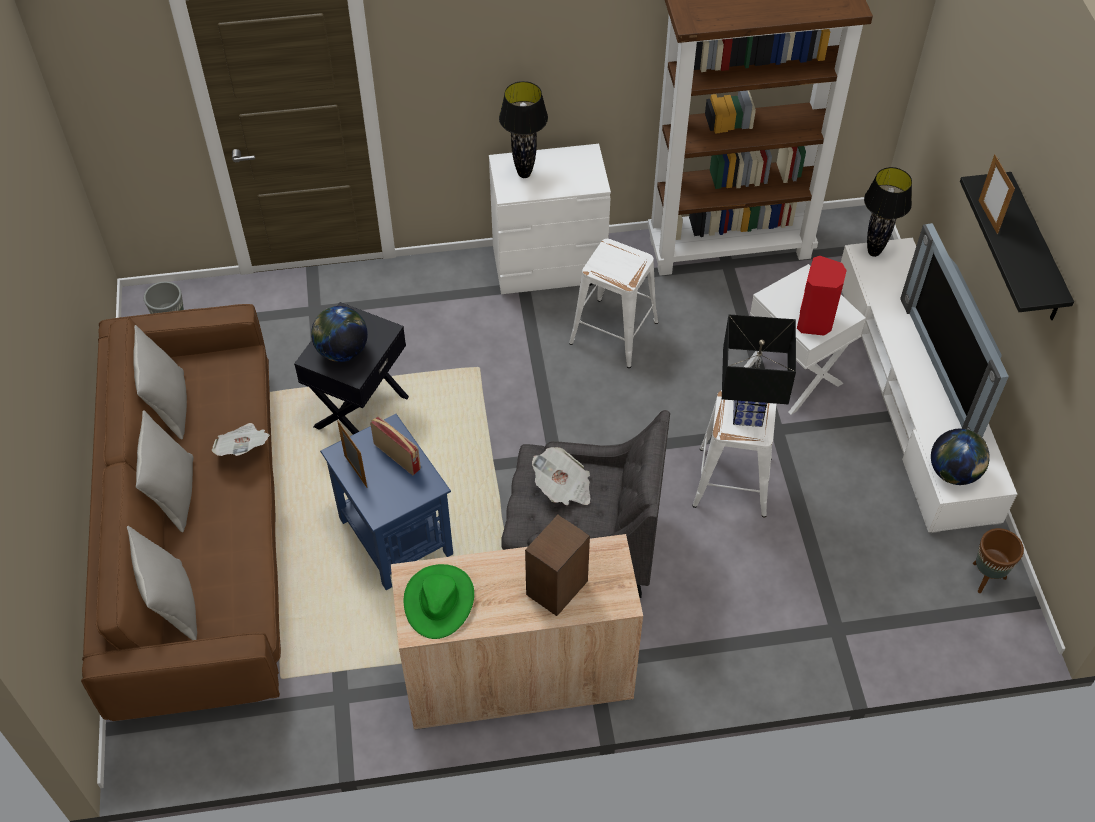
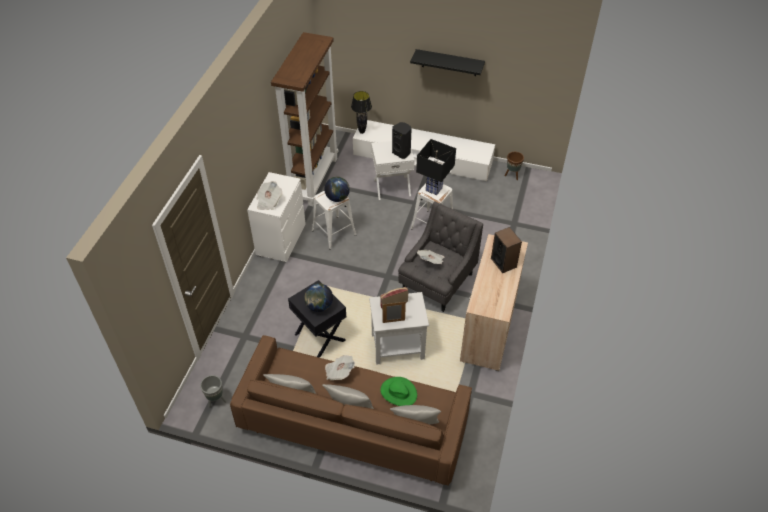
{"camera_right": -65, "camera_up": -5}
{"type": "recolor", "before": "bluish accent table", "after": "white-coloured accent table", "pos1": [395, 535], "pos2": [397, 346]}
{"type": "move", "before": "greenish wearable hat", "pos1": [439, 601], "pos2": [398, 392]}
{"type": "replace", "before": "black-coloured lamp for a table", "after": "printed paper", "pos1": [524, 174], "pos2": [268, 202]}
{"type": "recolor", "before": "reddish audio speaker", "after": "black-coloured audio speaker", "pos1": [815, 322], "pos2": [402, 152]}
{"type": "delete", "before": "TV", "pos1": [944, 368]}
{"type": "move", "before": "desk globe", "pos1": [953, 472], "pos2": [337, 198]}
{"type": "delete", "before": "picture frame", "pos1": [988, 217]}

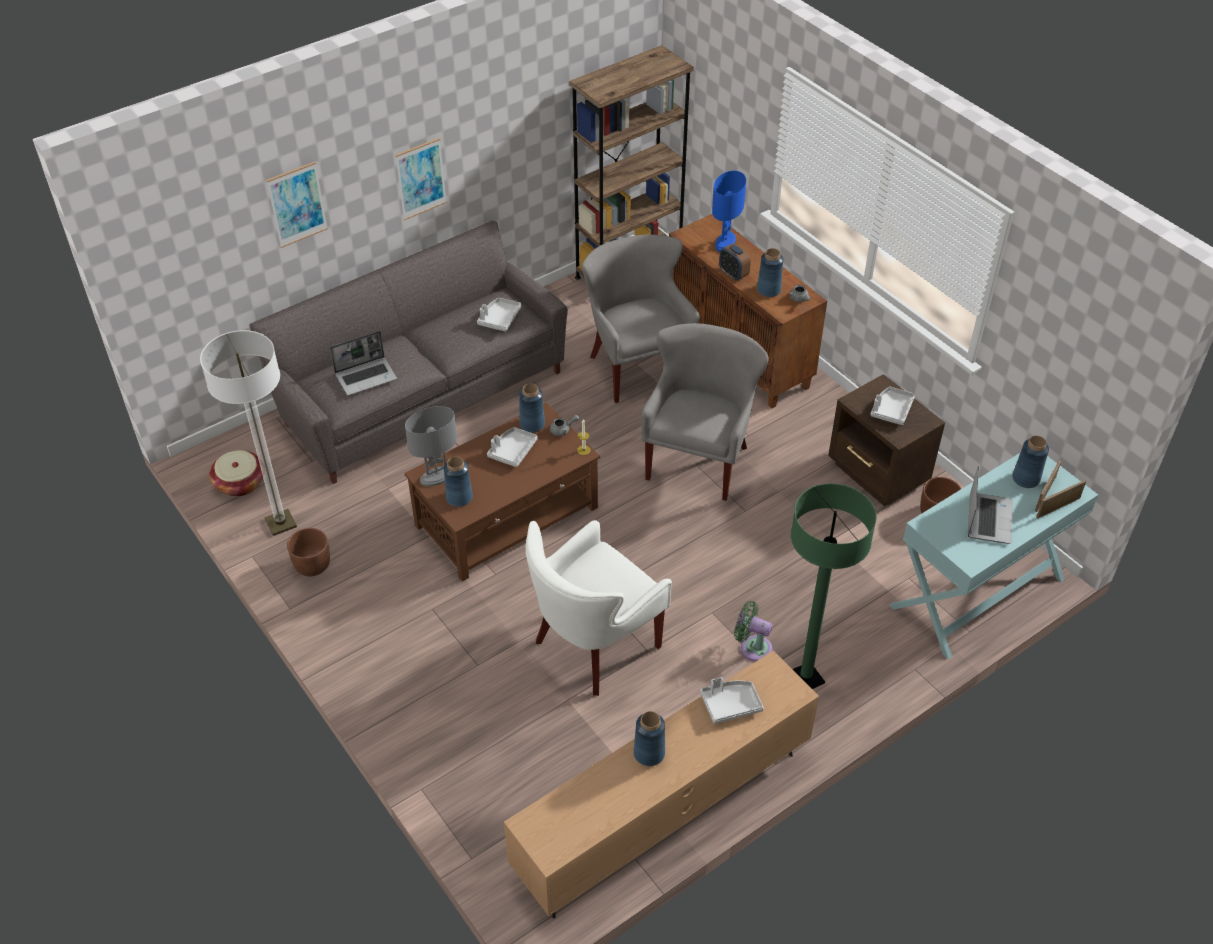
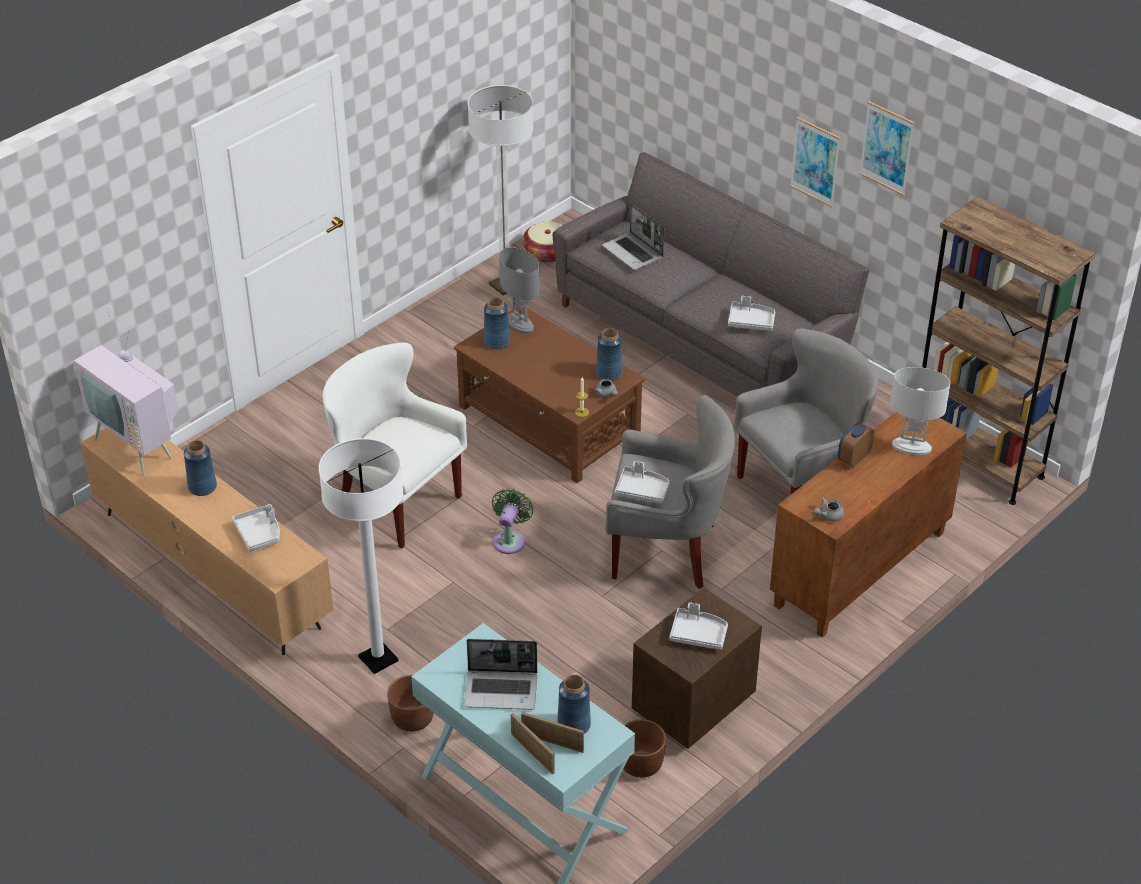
{"camera_right": 80, "camera_up": -5}
{"type": "move", "before": "picture", "pos1": [297, 204], "pos2": [887, 148]}
{"type": "move", "before": "brown flower pot", "pos1": [313, 565], "pos2": [412, 719]}
{"type": "move", "before": "greyish tray", "pos1": [512, 451], "pos2": [642, 490]}
{"type": "recolor", "before": "bluish lamp for a table", "after": "white-coloured lamp for a table", "pos1": [725, 242], "pos2": [911, 447]}
{"type": "move", "before": "greenish fan", "pos1": [752, 647], "pos2": [510, 540]}
{"type": "delete", "before": "bluish vase", "pos1": [769, 290]}
{"type": "recolor", "before": "greenish standing lamp", "after": "white-coloured standing lamp", "pos1": [805, 678], "pos2": [378, 659]}
{"type": "insert", "after": "TV", "pos2": [139, 445]}

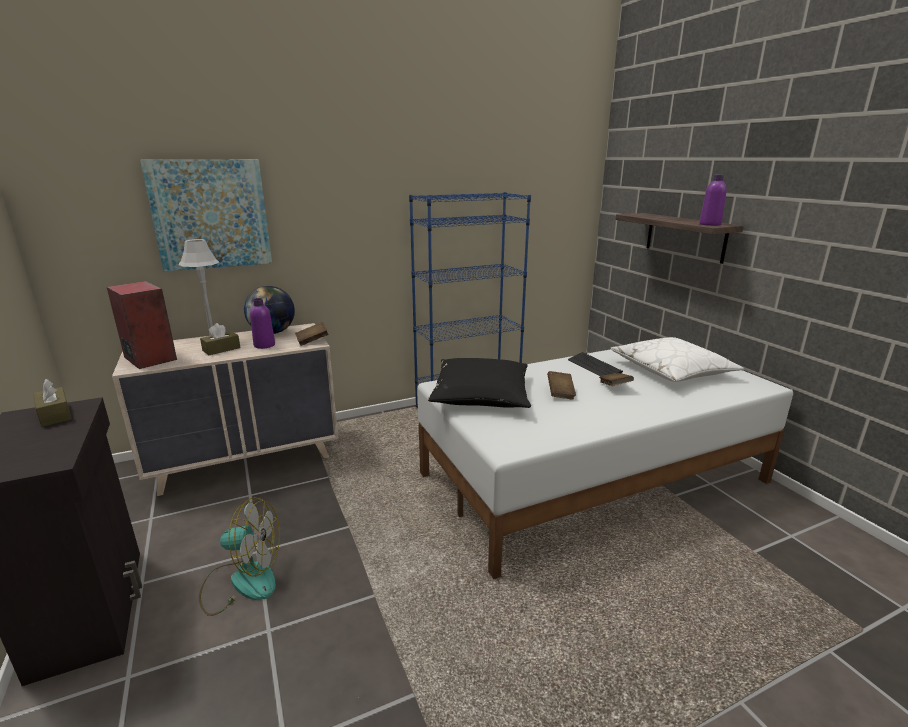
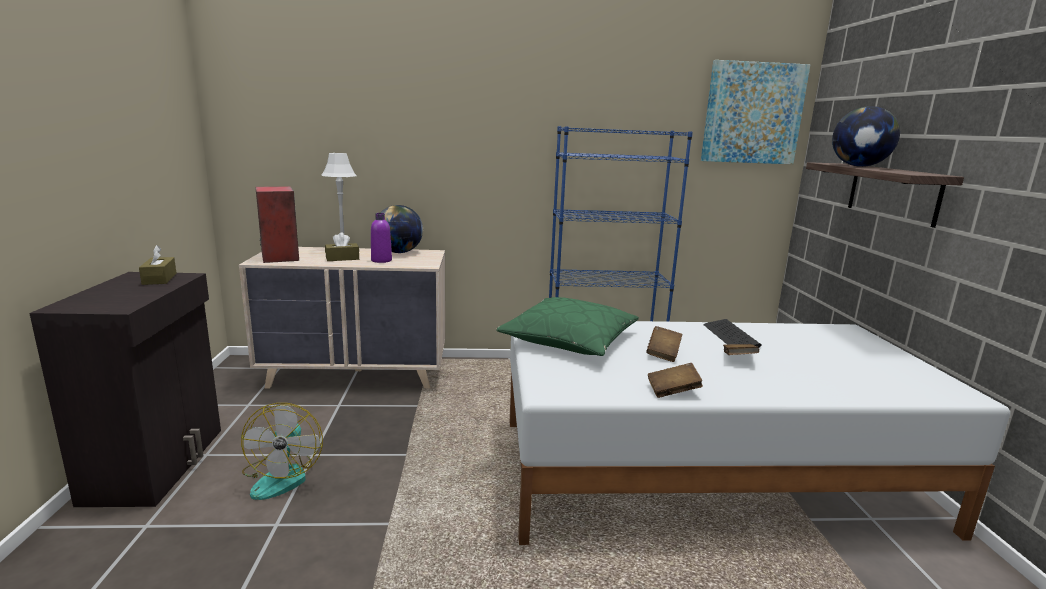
{"camera_right": 20, "camera_up": -5}
{"type": "move", "before": "picture", "pos1": [211, 214], "pos2": [752, 113]}
{"type": "rotate", "before": "fan", "pos1": [242, 581], "pos2": [283, 476], "turn": 60}
{"type": "move", "before": "brown book", "pos1": [312, 341], "pos2": [673, 391]}
{"type": "recolor", "before": "black-coloured cushion", "after": "greenish cushion", "pos1": [481, 395], "pos2": [569, 339]}
{"type": "delete", "before": "white-coloured cushion", "pos1": [671, 370]}
{"type": "delete", "before": "purplish beverage bottle", "pos1": [710, 224]}
{"type": "insert", "after": "desk globe", "pos2": [859, 166]}

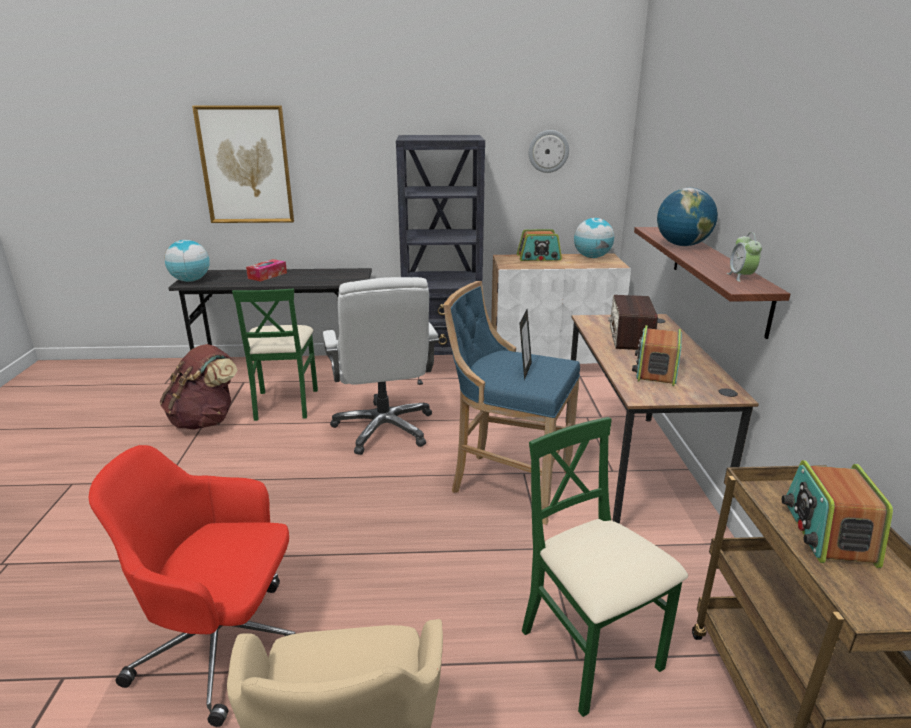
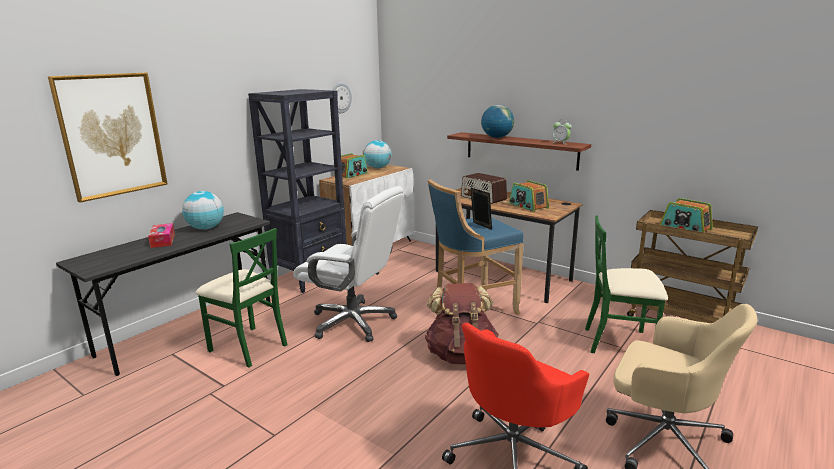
{"camera_right": -50, "camera_up": -5}
{"type": "move", "before": "brown backpack", "pos1": [205, 421], "pos2": [461, 354]}
{"type": "move", "before": "desk globe", "pos1": [190, 280], "pos2": [206, 228]}

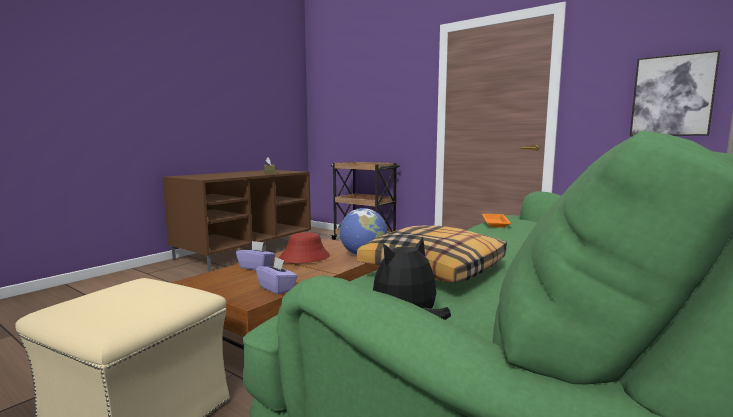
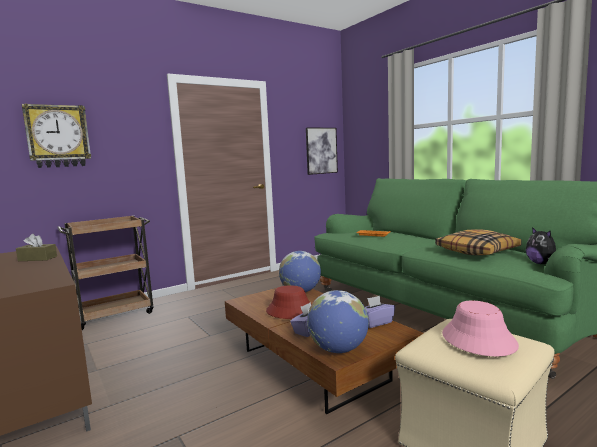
{"camera_right": -70, "camera_up": 0}
{"type": "insert", "after": "clock on the wall", "pos2": [58, 136]}
{"type": "insert", "after": "desk globe", "pos2": [338, 349]}
{"type": "insert", "after": "pinkish wearable hat", "pos2": [478, 340]}

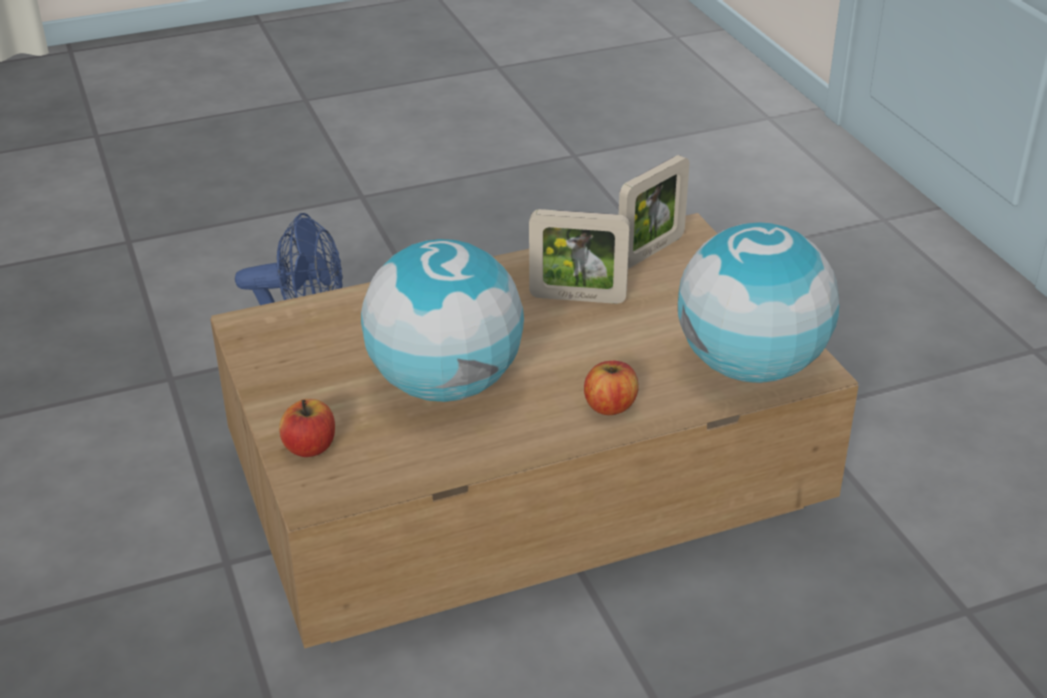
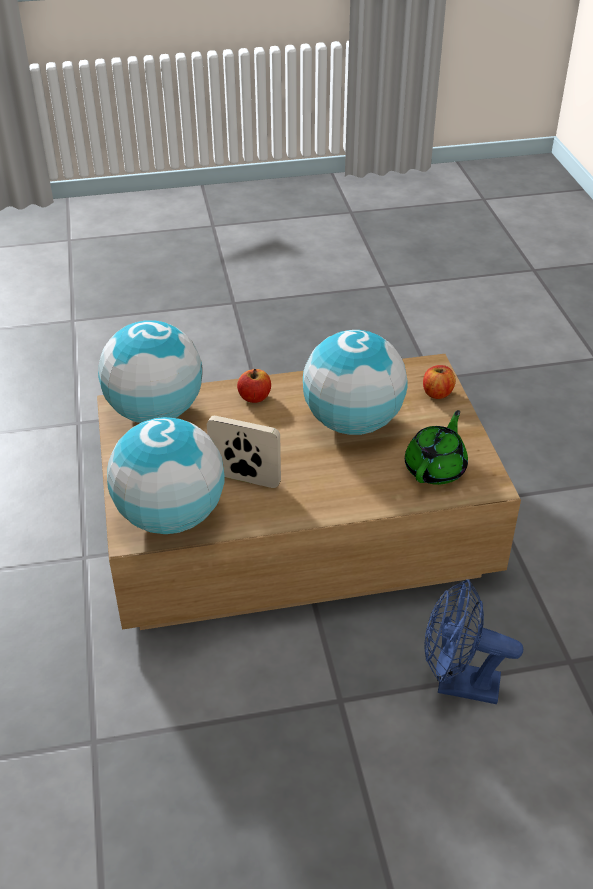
{"camera_right": -170, "camera_up": 5}
{"type": "replace", "before": "picture frame", "after": "desk globe", "pos1": [650, 251], "pos2": [171, 517]}
{"type": "insert", "after": "greenish pot for tea", "pos2": [436, 468]}

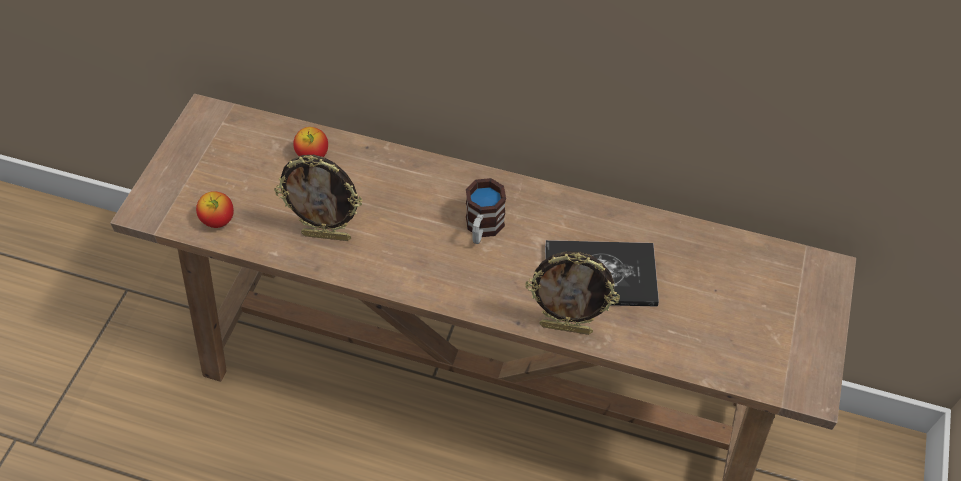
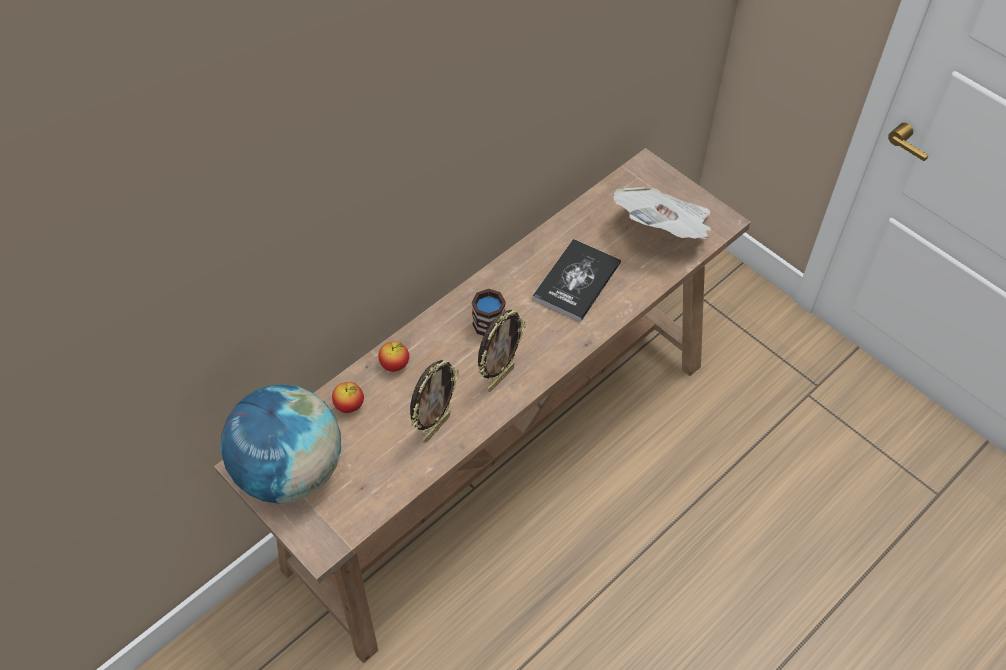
{"camera_right": -60, "camera_up": 0}
{"type": "move", "before": "apple", "pos1": [219, 221], "pos2": [395, 365]}
{"type": "move", "before": "picture frame", "pos1": [566, 327], "pos2": [500, 378]}
{"type": "insert", "after": "desk globe", "pos2": [290, 471]}
{"type": "insert", "after": "printed paper", "pos2": [664, 230]}

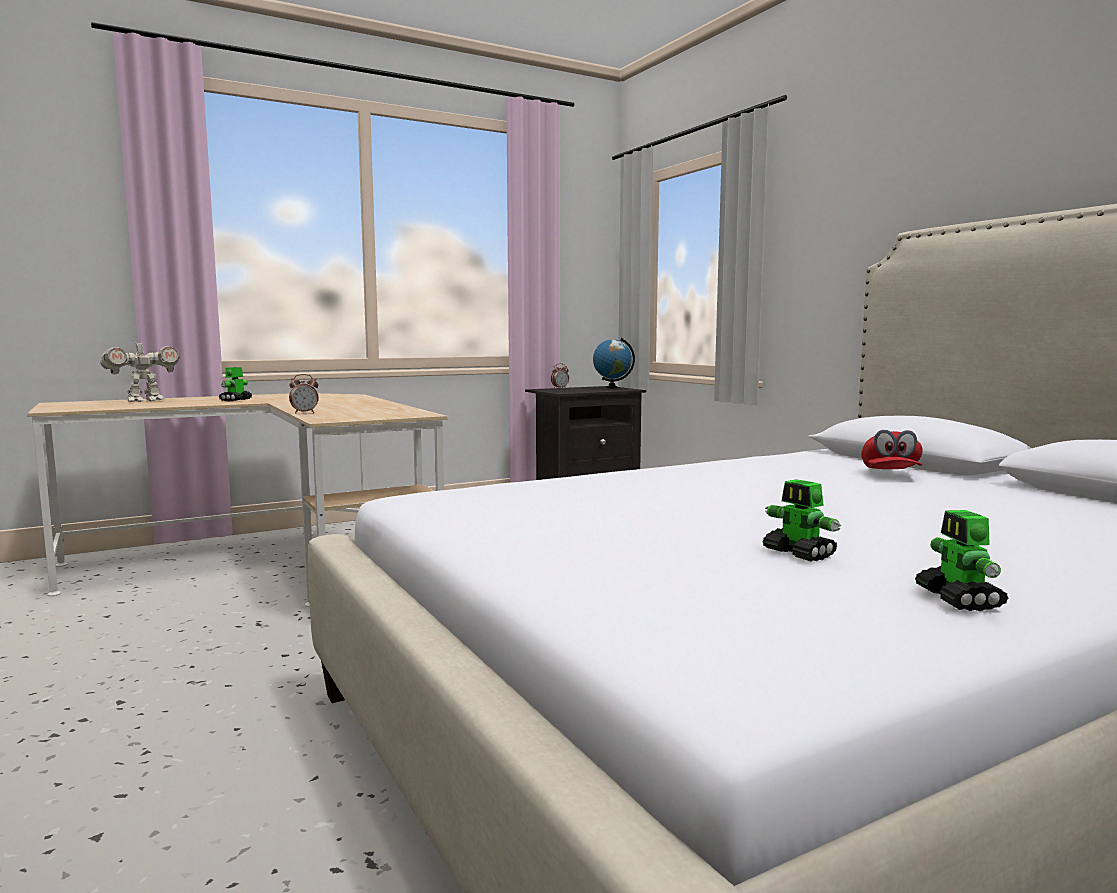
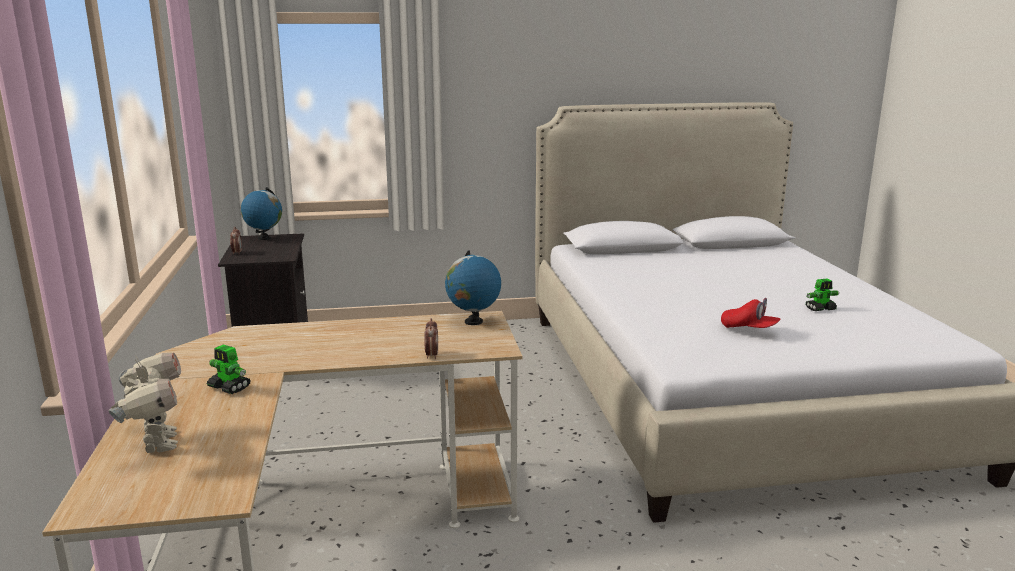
{"camera_right": -70, "camera_up": 10}
{"type": "move", "before": "reddish cap", "pos1": [890, 474], "pos2": [749, 329]}
{"type": "delete", "before": "toy robot", "pos1": [959, 600]}
{"type": "insert", "after": "desk globe", "pos2": [473, 322]}

